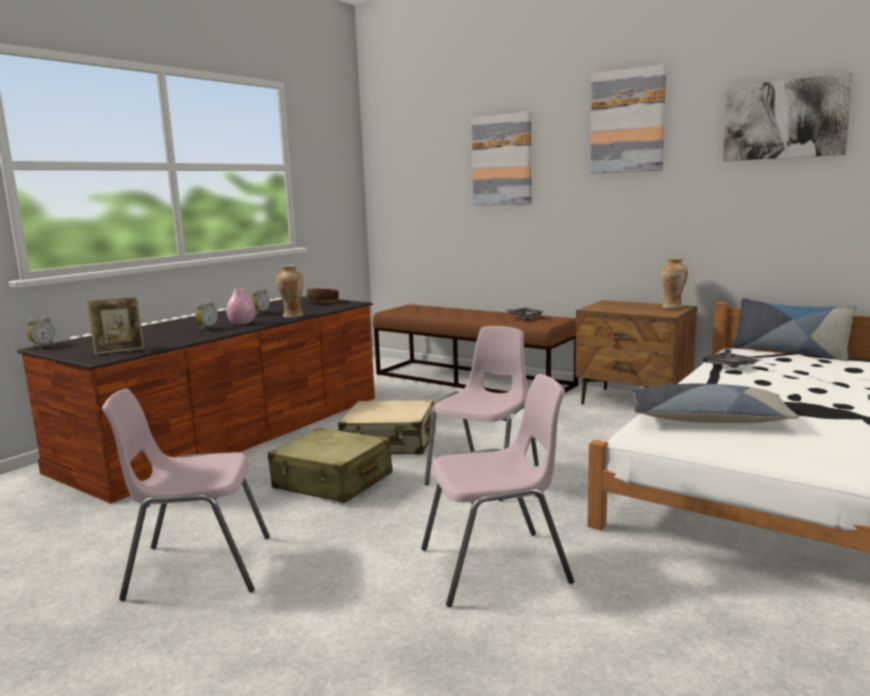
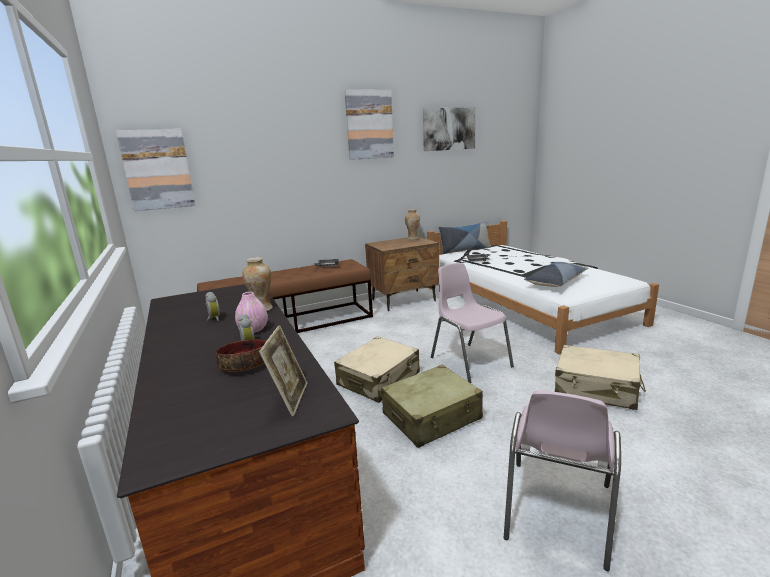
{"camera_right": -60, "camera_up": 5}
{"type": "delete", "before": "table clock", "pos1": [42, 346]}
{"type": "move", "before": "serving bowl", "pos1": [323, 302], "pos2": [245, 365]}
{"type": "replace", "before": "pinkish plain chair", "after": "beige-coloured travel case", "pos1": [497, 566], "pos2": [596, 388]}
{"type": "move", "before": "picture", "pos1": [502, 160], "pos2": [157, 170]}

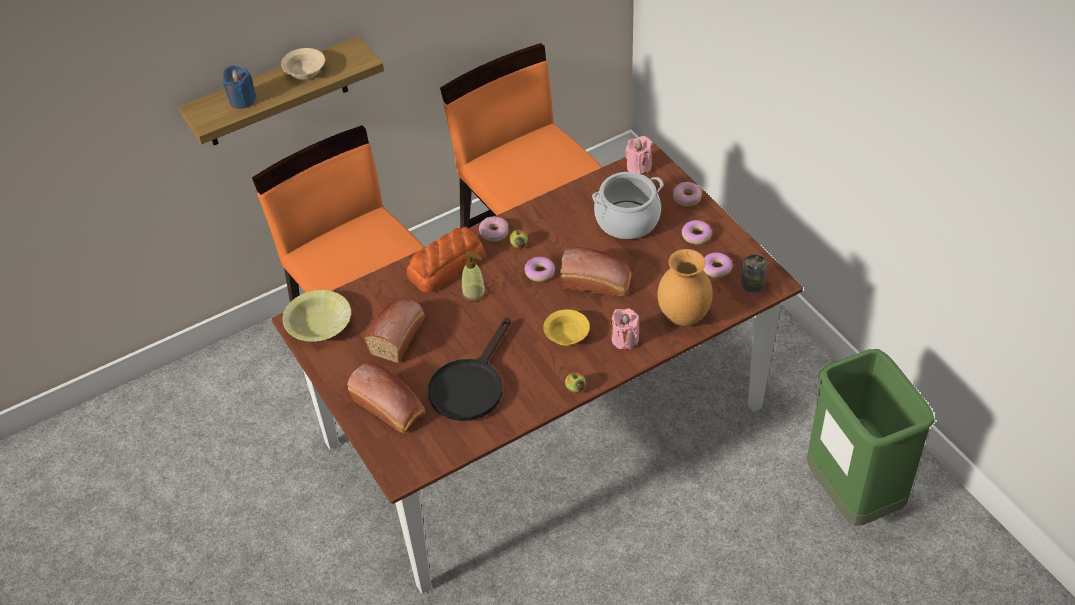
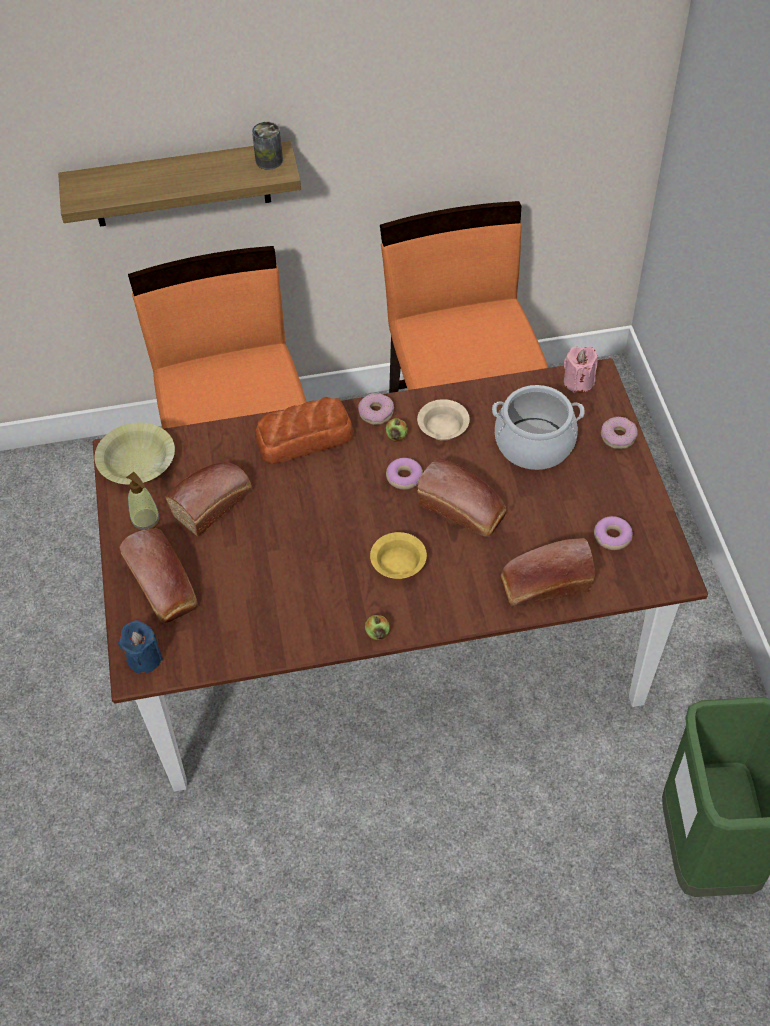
{"camera_right": 20, "camera_up": 5}
{"type": "move", "before": "bluish wax candle", "pos1": [242, 100], "pos2": [144, 658]}
{"type": "move", "before": "beige-coloured serving bowl", "pos1": [304, 72], "pos2": [442, 429]}
{"type": "delete", "before": "black-coloured frying pan", "pos1": [470, 385]}
{"type": "move", "before": "soap bottle", "pos1": [474, 293], "pos2": [145, 520]}
{"type": "delete", "before": "pinkish wax candle", "pos1": [625, 339]}
{"type": "replace", "before": "brown vase", "after": "bread", "pos1": [682, 317], "pos2": [543, 585]}
{"type": "delete", "before": "ring doughnut", "pos1": [696, 235]}
{"type": "move", "before": "metal can", "pos1": [752, 284], "pos2": [269, 160]}

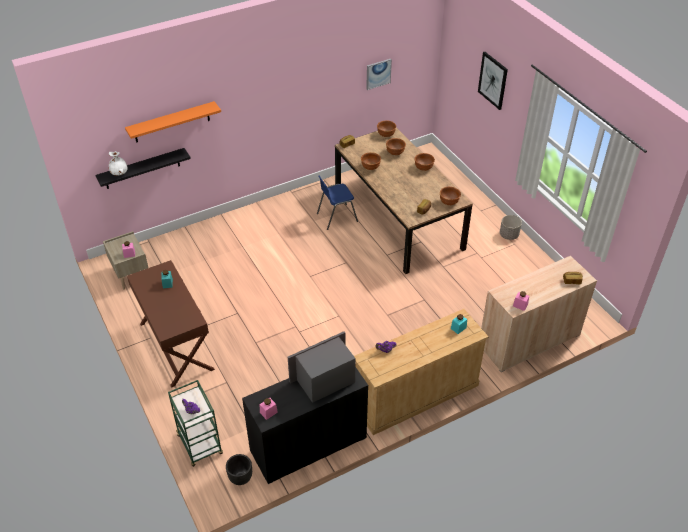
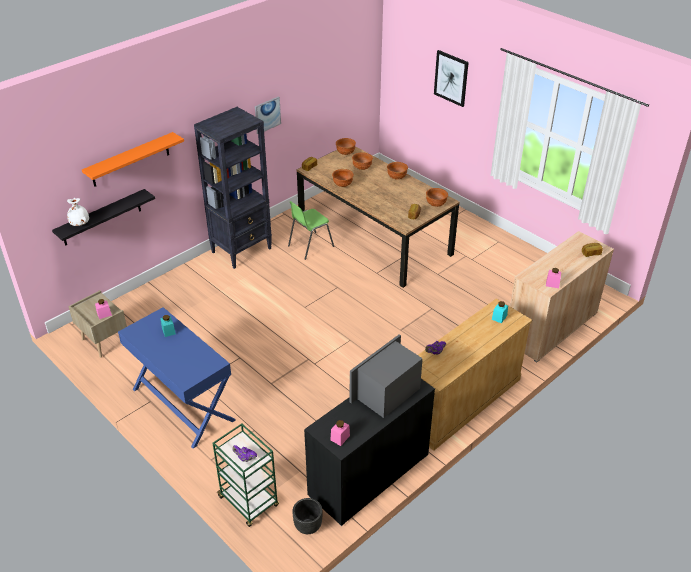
{"camera_right": -15, "camera_up": -5}
{"type": "recolor", "before": "brown narrow table", "after": "bluish narrow table", "pos1": [176, 346], "pos2": [182, 404]}
{"type": "recolor", "before": "bluish plain chair", "after": "greenish plain chair", "pos1": [336, 217], "pos2": [310, 246]}
{"type": "move", "before": "picture", "pos1": [378, 73], "pos2": [267, 115]}
{"type": "delete", "before": "greyish flower pot", "pos1": [509, 235]}
{"type": "insert", "after": "black-coloured bookcase", "pos2": [242, 250]}

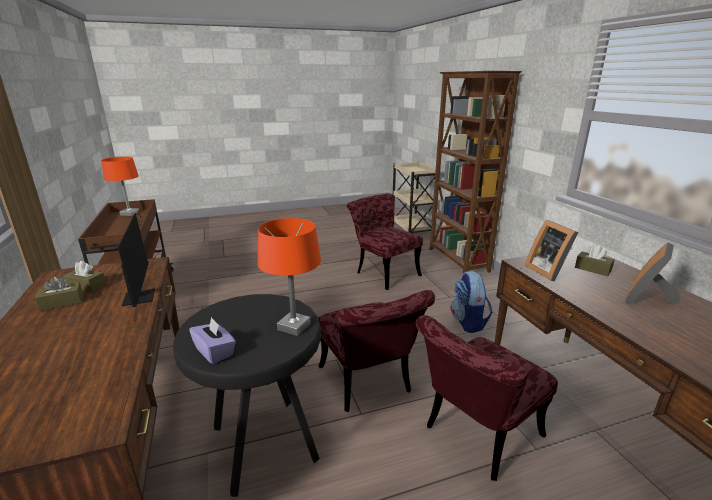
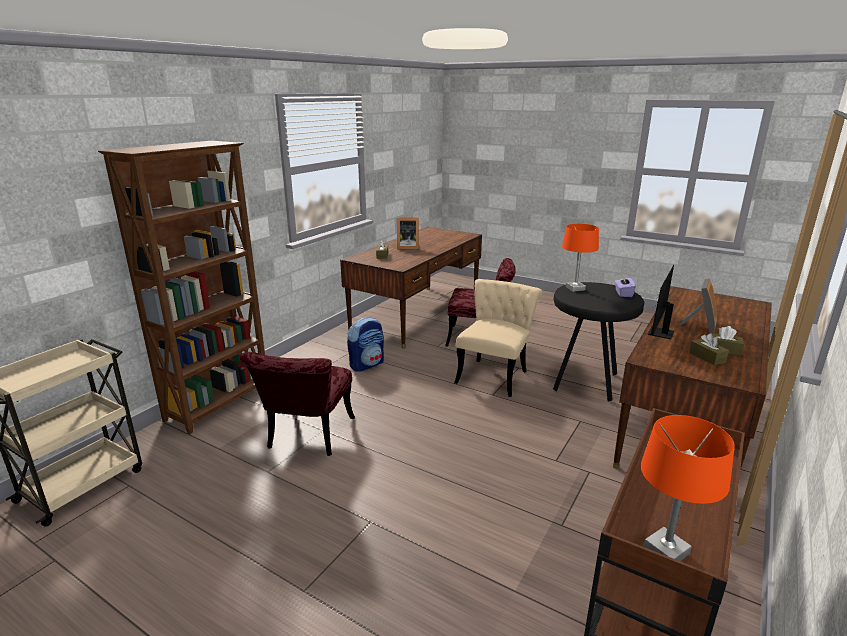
{"camera_right": -130, "camera_up": 0}
{"type": "recolor", "before": "reddish plain chair", "after": "beige-coloured plain chair", "pos1": [368, 385], "pos2": [495, 374]}
{"type": "move", "before": "picture frame", "pos1": [548, 271], "pos2": [700, 325]}

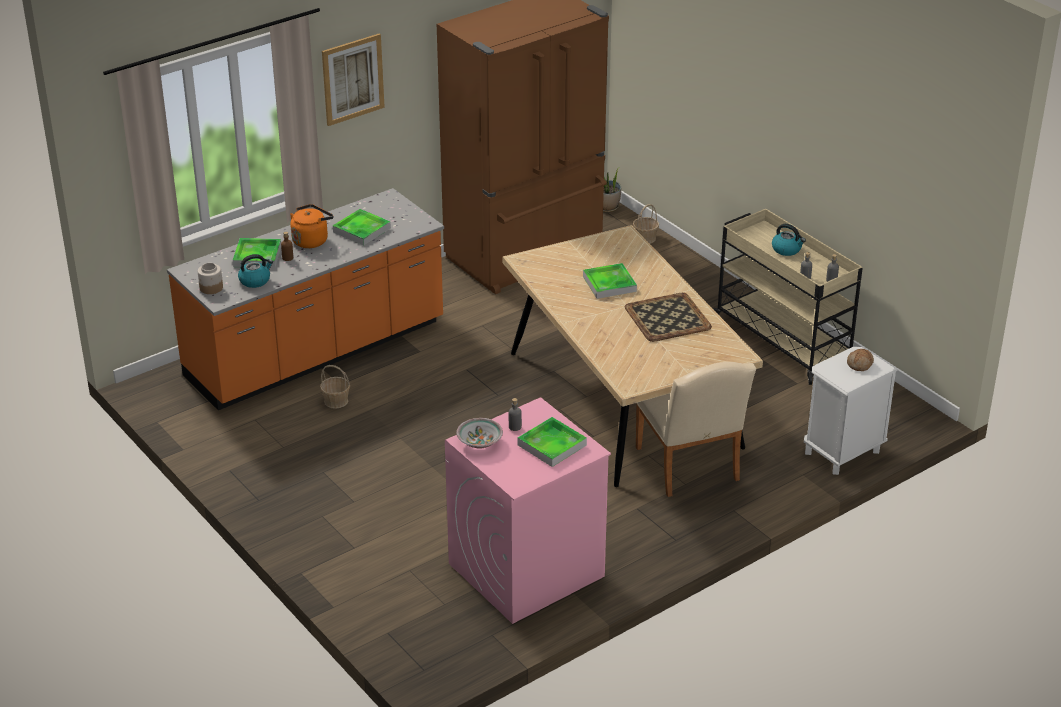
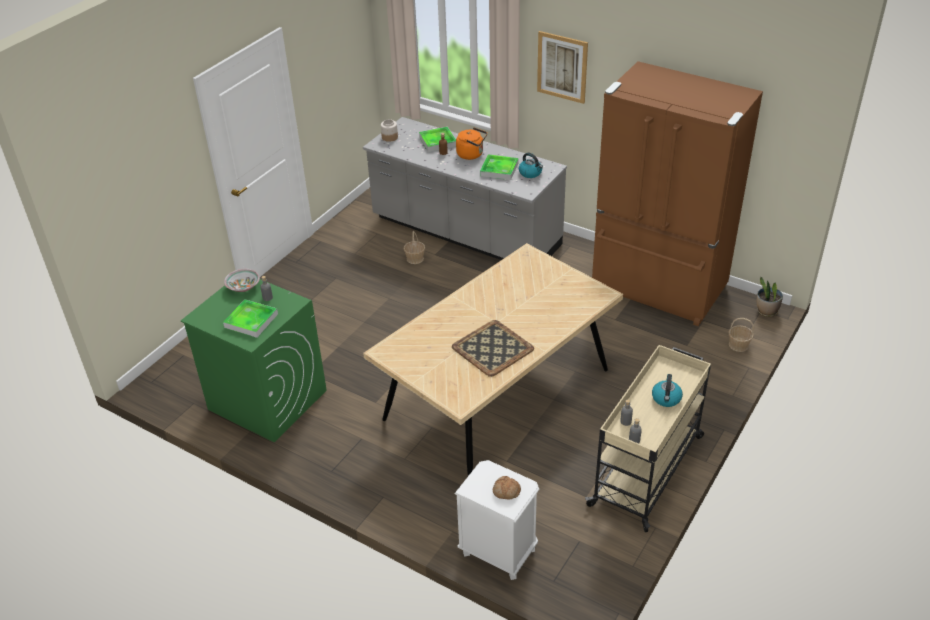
{"camera_right": 70, "camera_up": 5}
{"type": "recolor", "before": "orangey counter", "after": "greyish counter", "pos1": [316, 351], "pos2": [465, 233]}
{"type": "move", "before": "tea kettle", "pos1": [255, 280], "pos2": [530, 173]}
{"type": "recolor", "before": "pinkish washing machine", "after": "greenish washing machine", "pos1": [526, 570], "pos2": [266, 400]}
{"type": "delete", "before": "tray", "pos1": [609, 284]}
{"type": "delete", "before": "beige-coloured plain chair", "pos1": [689, 468]}

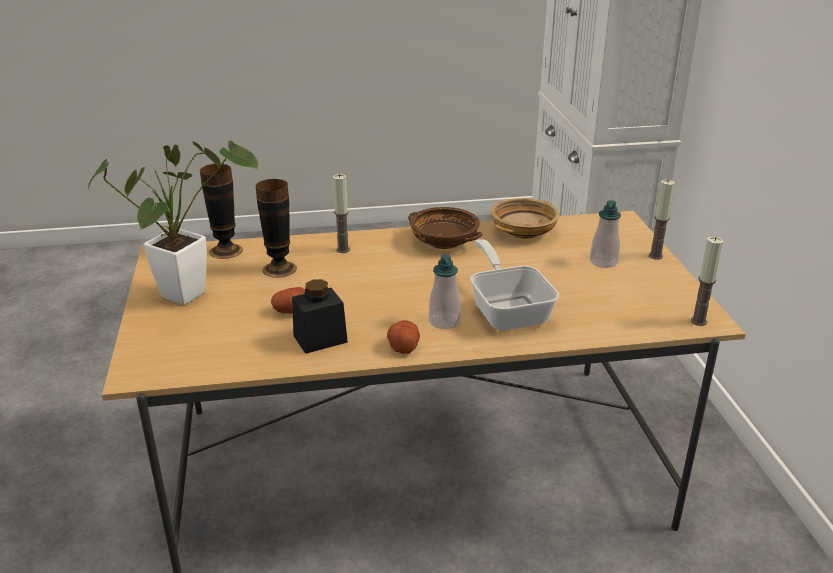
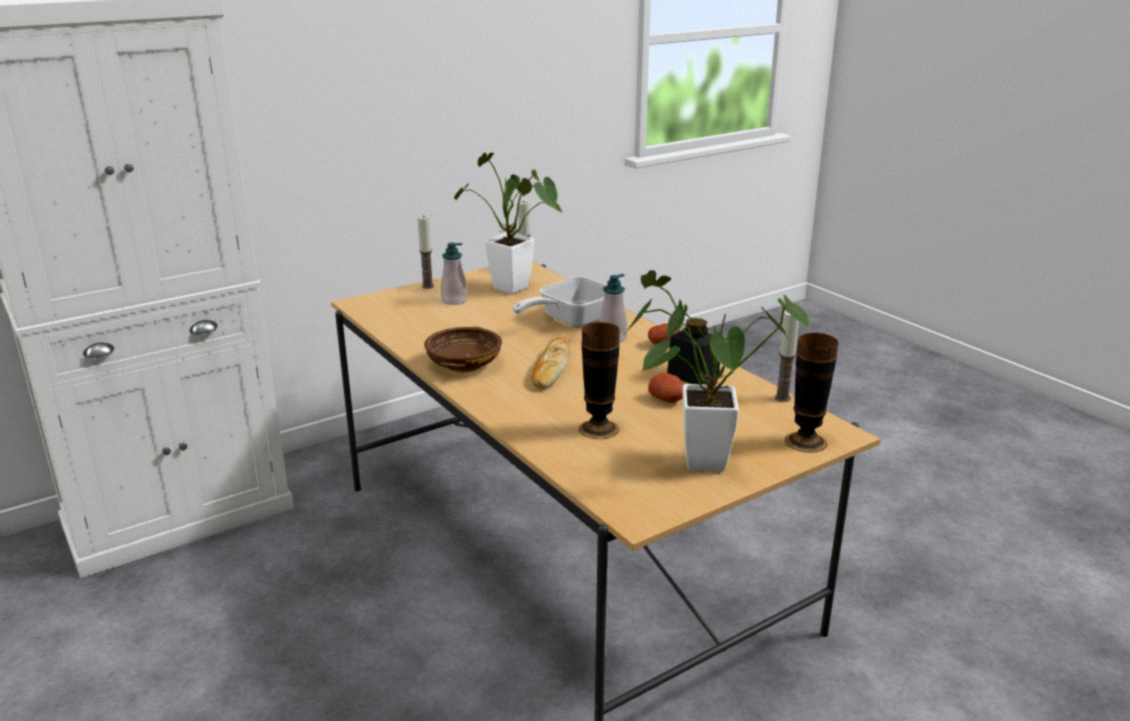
{"camera_right": -115, "camera_up": -5}
{"type": "move", "before": "vase", "pos1": [226, 251], "pos2": [805, 442]}
{"type": "move", "before": "wax candle", "pos1": [343, 249], "pos2": [782, 398]}
{"type": "delete", "before": "beige-coloured serving bowl", "pos1": [523, 231]}
{"type": "insert", "after": "potted plant", "pos2": [516, 290]}
{"type": "insert", "after": "bread", "pos2": [551, 368]}

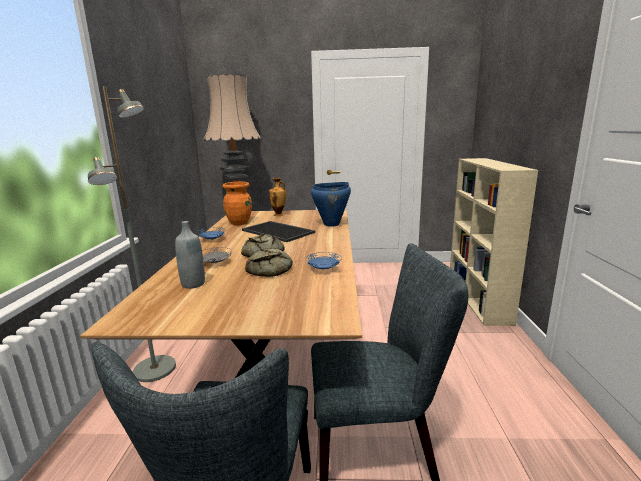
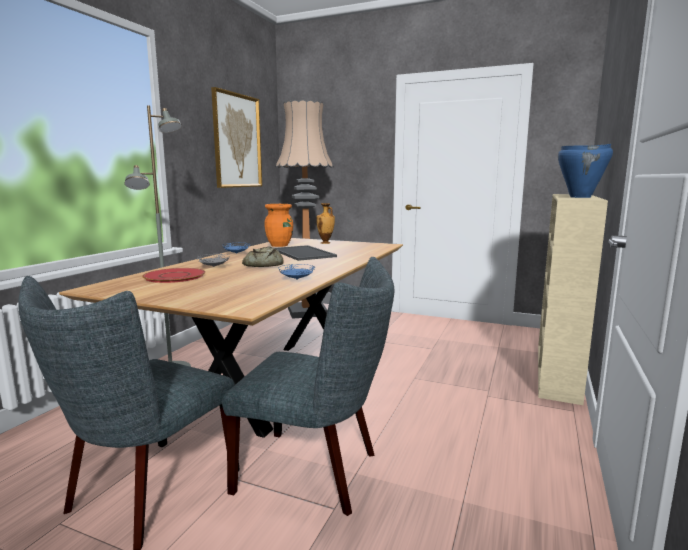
{"camera_right": 20, "camera_up": -5}
{"type": "replace", "before": "greyish beverage bottle", "after": "reddish flat dish", "pos1": [193, 284], "pos2": [175, 276]}
{"type": "delete", "before": "bread", "pos1": [271, 269]}
{"type": "move", "before": "bluish cooking pot", "pos1": [332, 224], "pos2": [580, 197]}
{"type": "insert", "after": "picture", "pos2": [237, 141]}

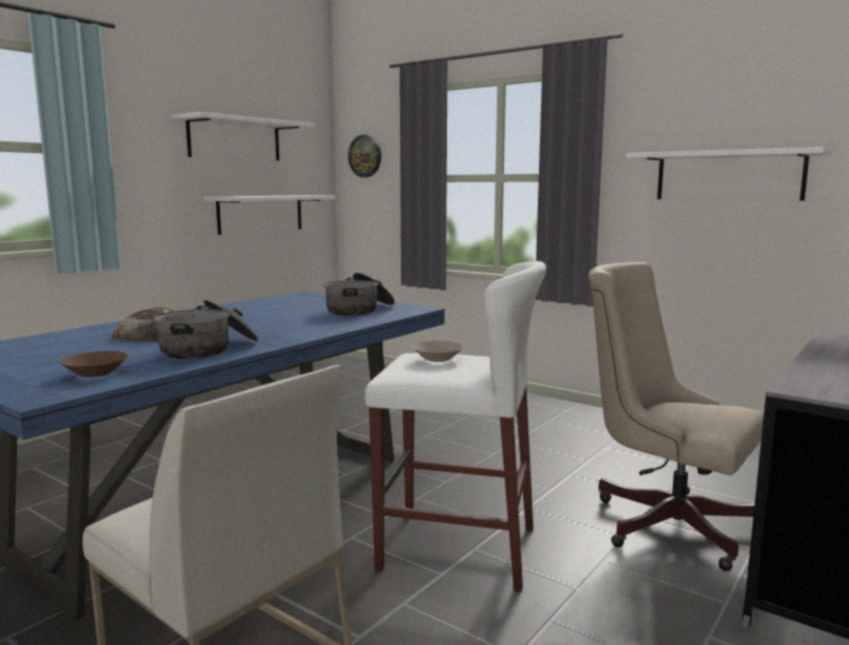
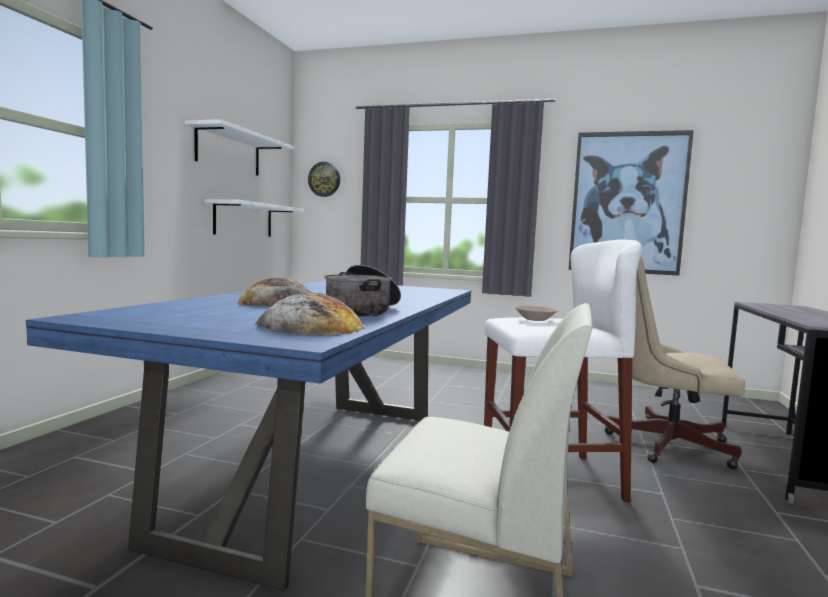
{"camera_right": -20, "camera_up": -5}
{"type": "replace", "before": "brown serving bowl", "after": "bread", "pos1": [96, 374], "pos2": [309, 326]}
{"type": "delete", "before": "cooking pot", "pos1": [360, 310]}
{"type": "replace", "before": "white-coloured shelf", "after": "picture", "pos1": [728, 176], "pos2": [627, 203]}

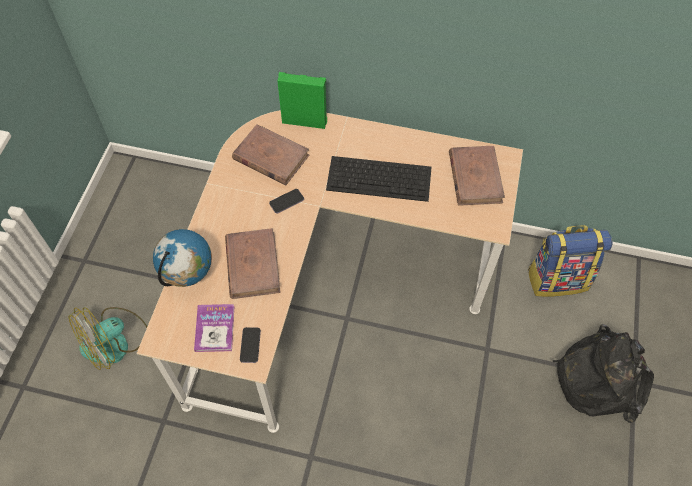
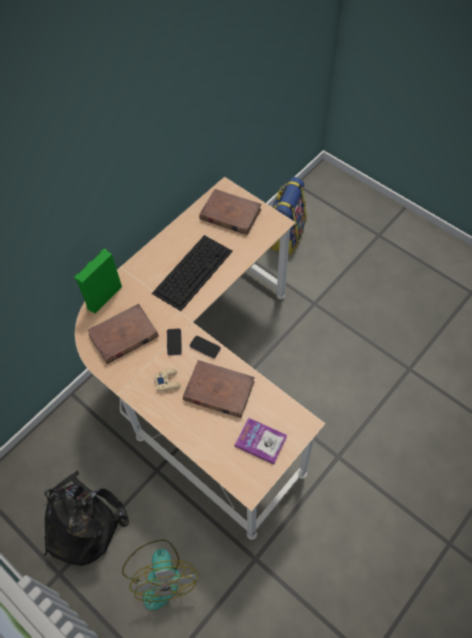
{"camera_right": -60, "camera_up": 0}
{"type": "delete", "before": "desk globe", "pos1": [190, 278]}
{"type": "move", "before": "phone", "pos1": [250, 345], "pos2": [205, 347]}
{"type": "move", "before": "black-coloured backpack", "pos1": [598, 377], "pos2": [82, 522]}
{"type": "insert", "after": "beige-coloured gamepad", "pos2": [167, 381]}

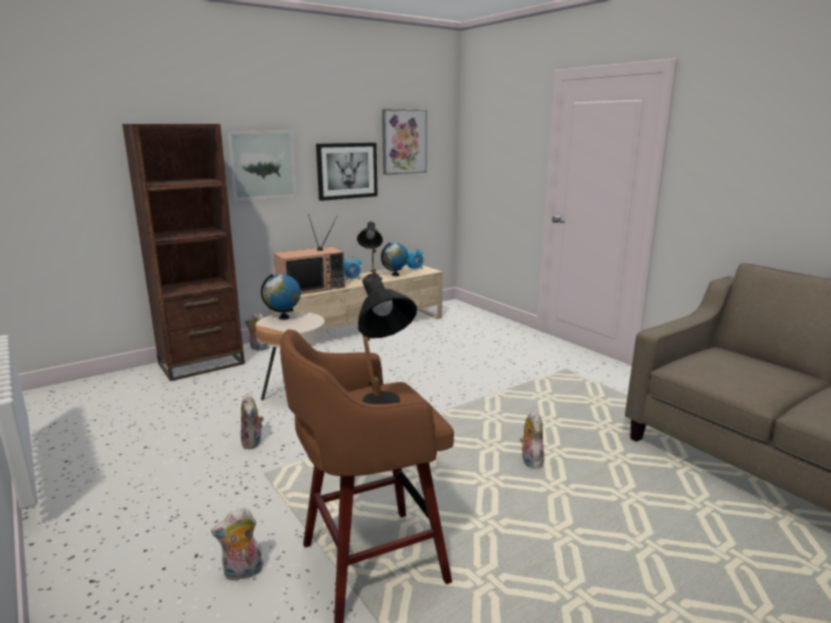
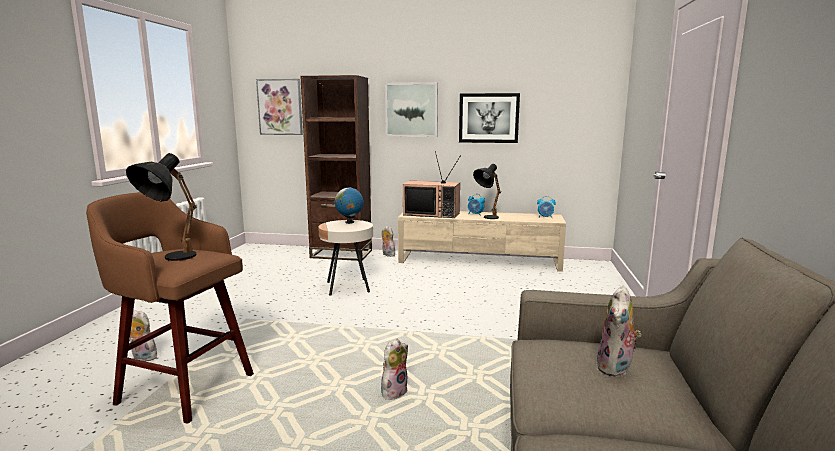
{"camera_right": 45, "camera_up": -5}
{"type": "move", "before": "soft toy", "pos1": [253, 442], "pos2": [616, 368]}
{"type": "delete", "before": "desk globe", "pos1": [395, 275]}
{"type": "move", "before": "picture", "pos1": [404, 142], "pos2": [280, 107]}

